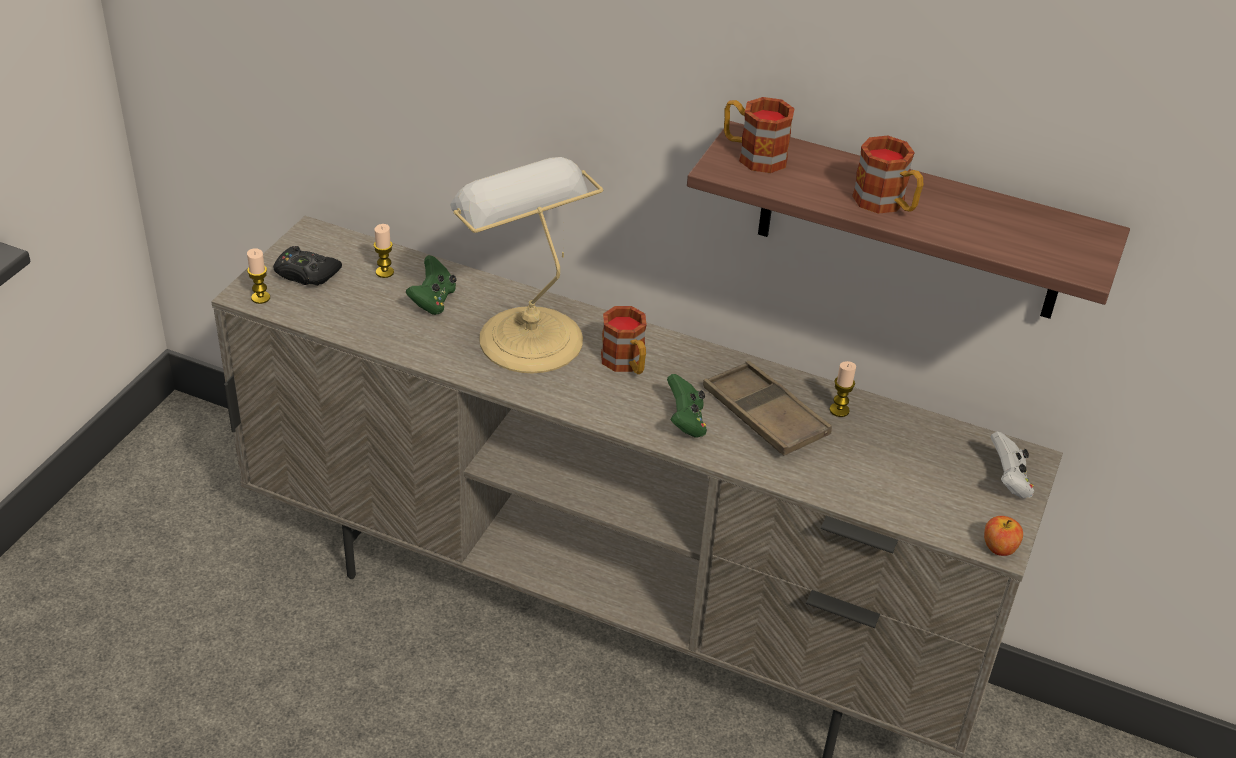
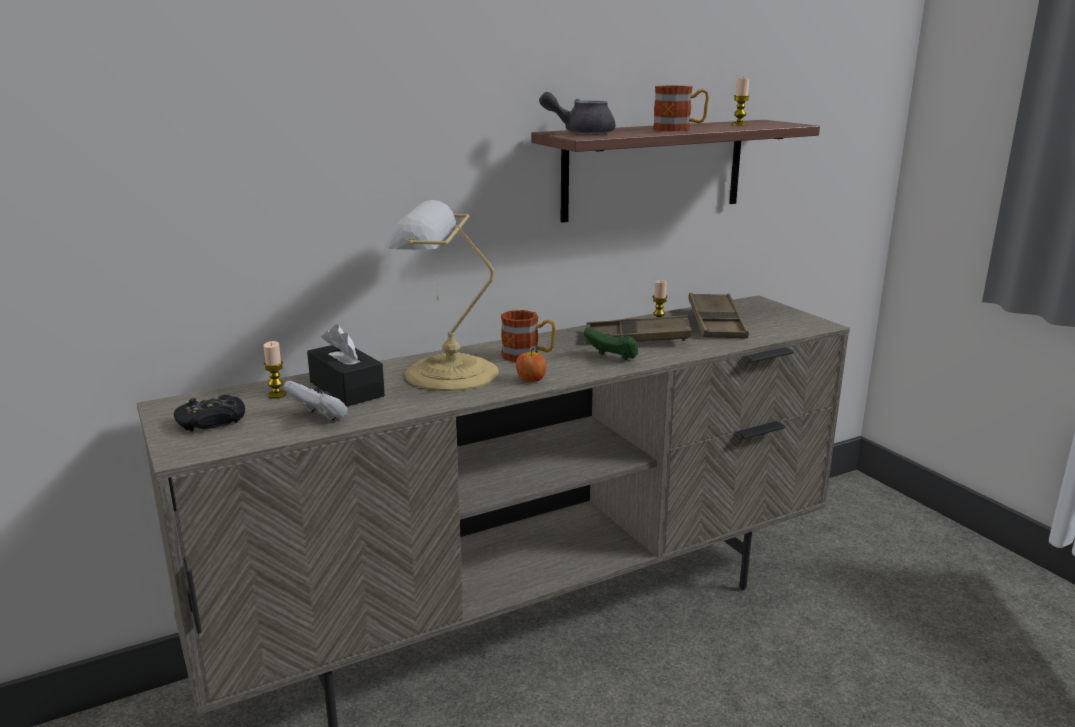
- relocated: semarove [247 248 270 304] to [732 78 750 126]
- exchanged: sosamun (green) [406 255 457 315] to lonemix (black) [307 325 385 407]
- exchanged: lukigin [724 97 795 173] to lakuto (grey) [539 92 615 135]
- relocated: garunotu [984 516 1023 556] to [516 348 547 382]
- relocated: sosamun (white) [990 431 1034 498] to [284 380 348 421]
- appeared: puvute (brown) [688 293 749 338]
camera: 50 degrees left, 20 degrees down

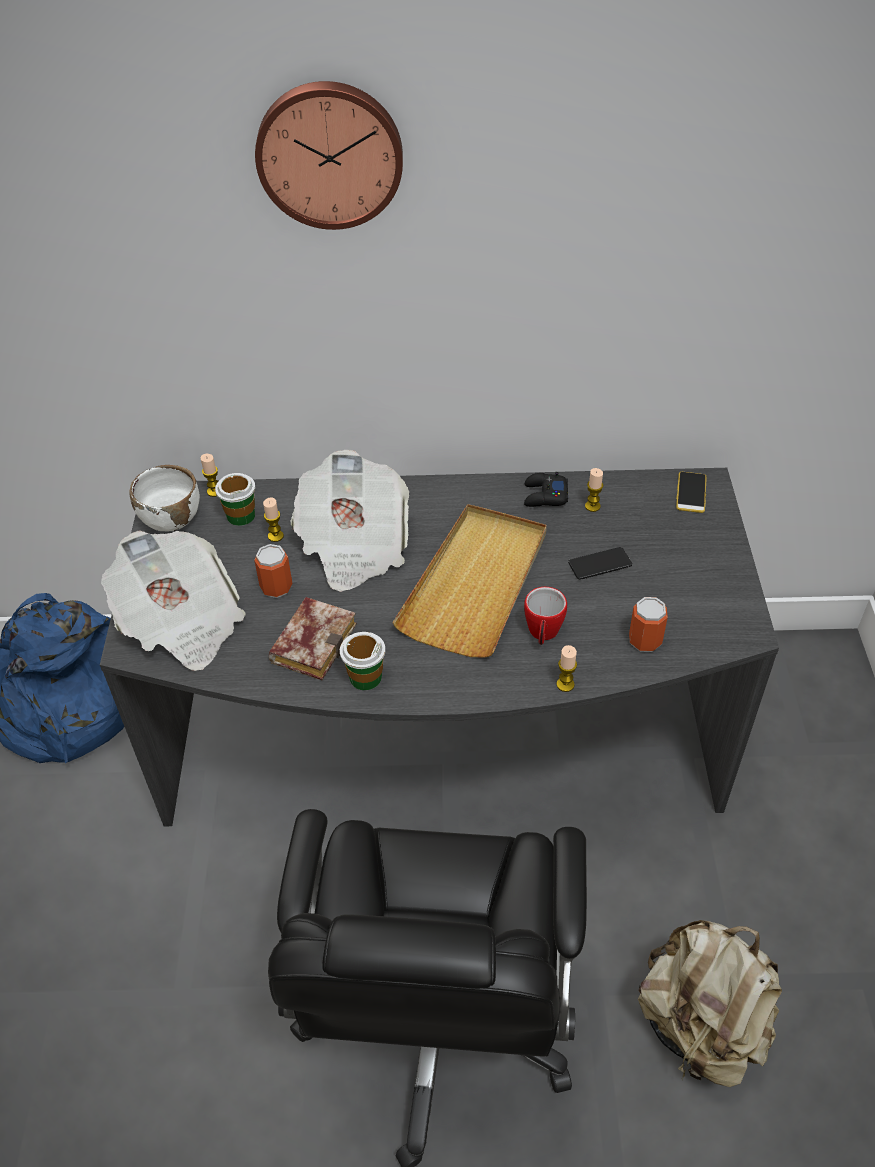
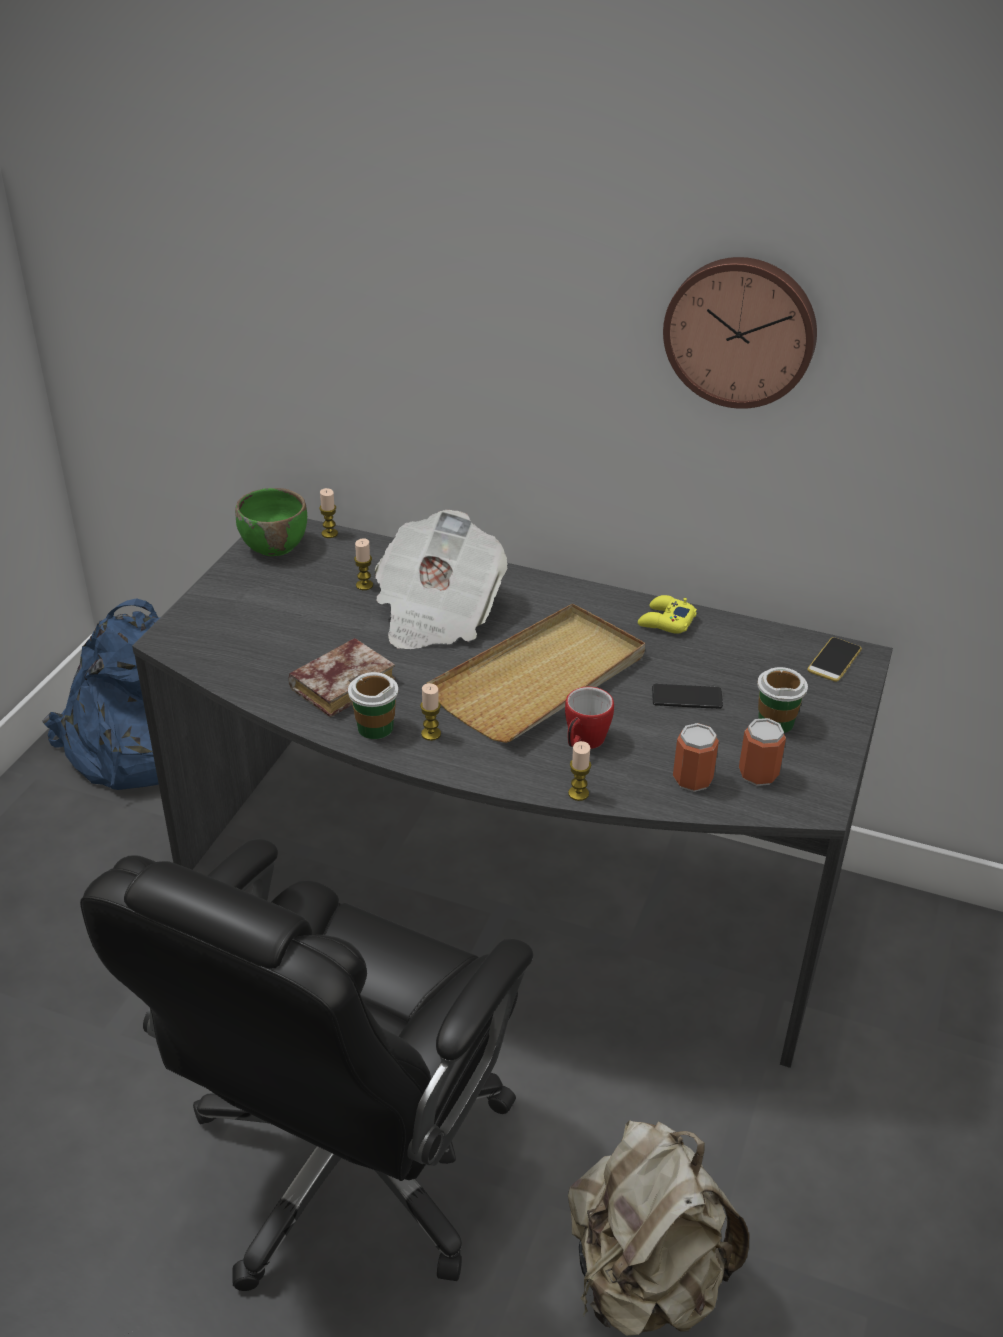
- missing: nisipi [101 530 246 671]
- colour: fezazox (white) [129 465 200 532] to fezazox (green) [235 488 307 556]
- relocated: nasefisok [215 473 255 526] to [757 667 808 733]
- relocated: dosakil [254 544 292 598] to [739 718 786 786]
- relocated: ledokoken [255 81 403 230] to [663 257 817 409]
- colour: sosamun (black) [524 472 568 507] to sosamun (yellow) [638 595 697 634]
- relocated: semarove [585 468 603 512] to [420 683 441 741]
camera: 20 degrees right, 10 degrees down

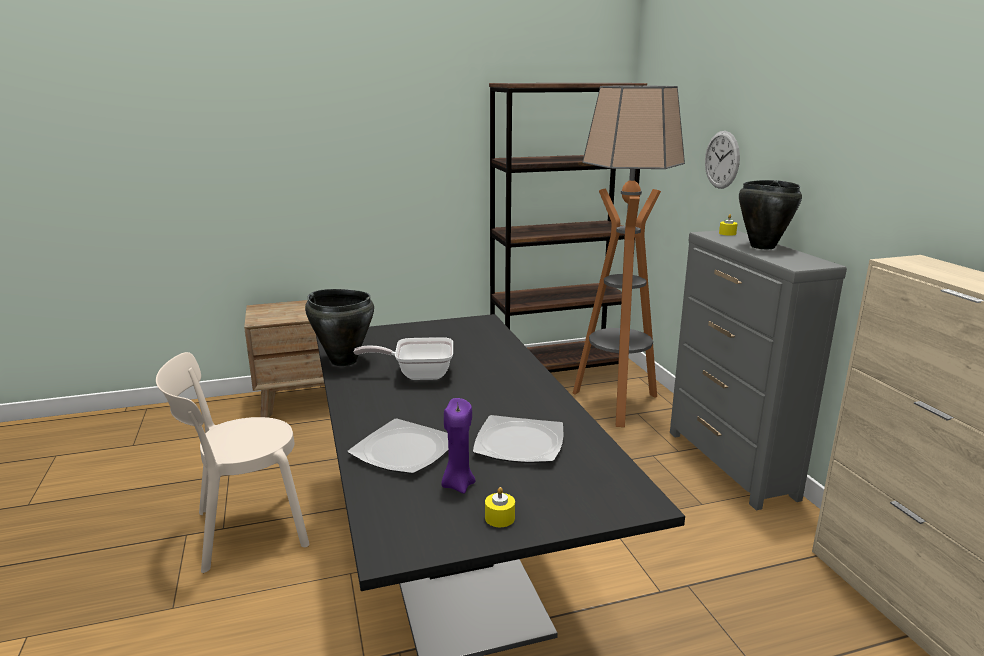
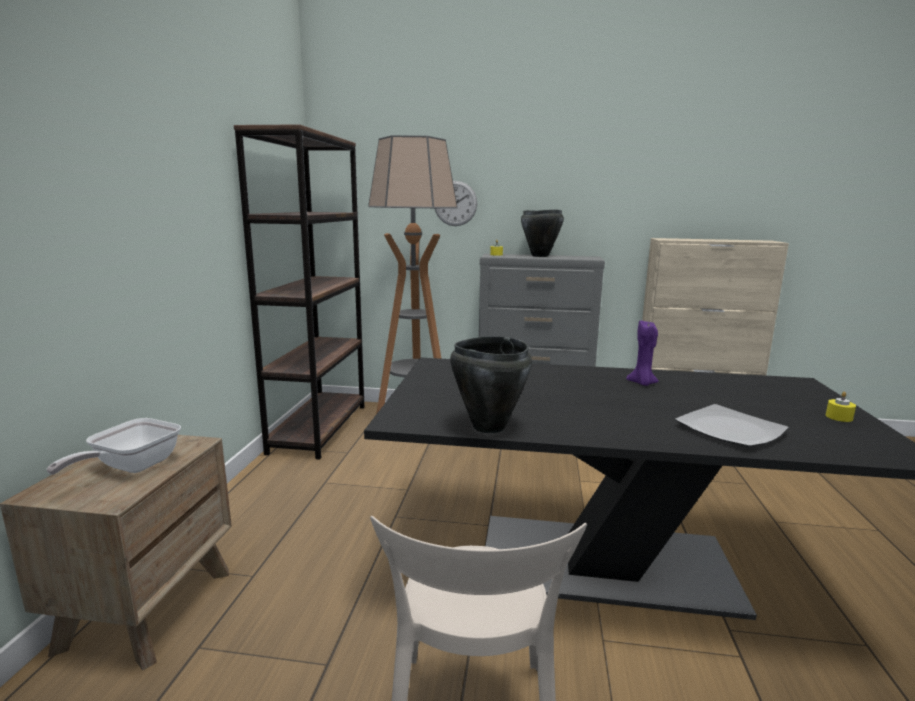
- relocated: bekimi [354 337 453 380] to [46 418 181 475]
- relocated: semarove (purple) [441 398 475 494] to [626 321 659 386]
- missing: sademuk [473 415 564 463]
camera: 65 degrees left, 5 degrees down

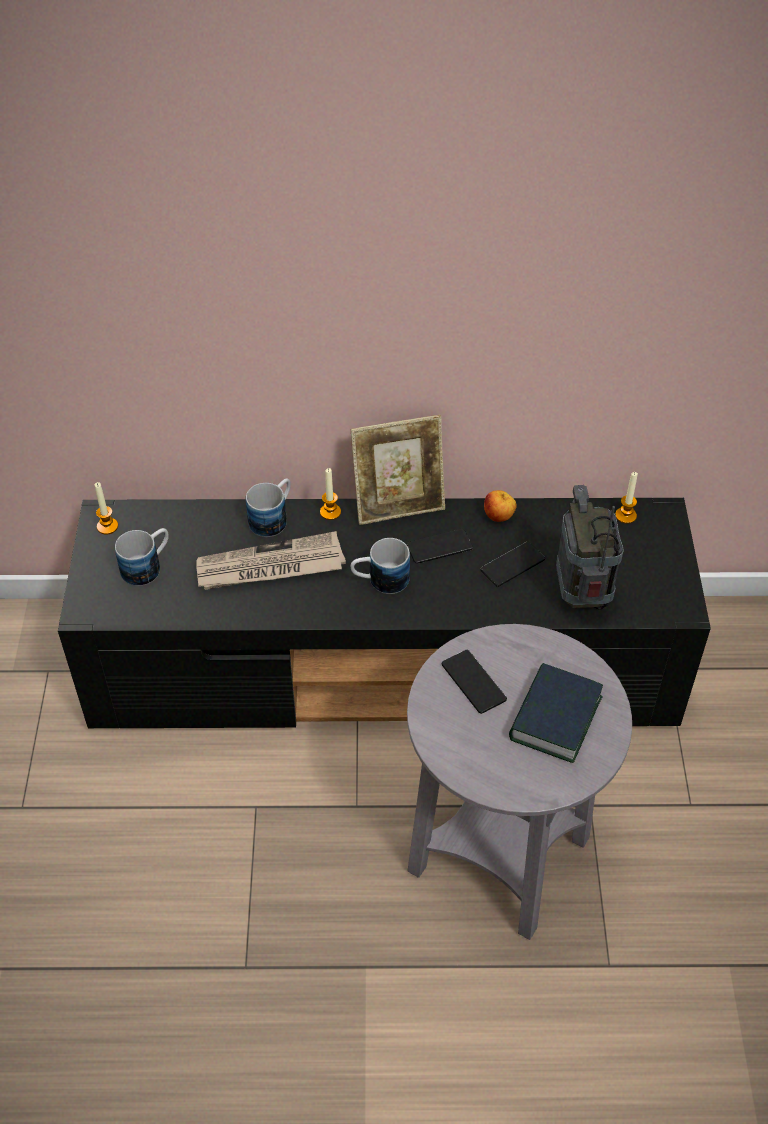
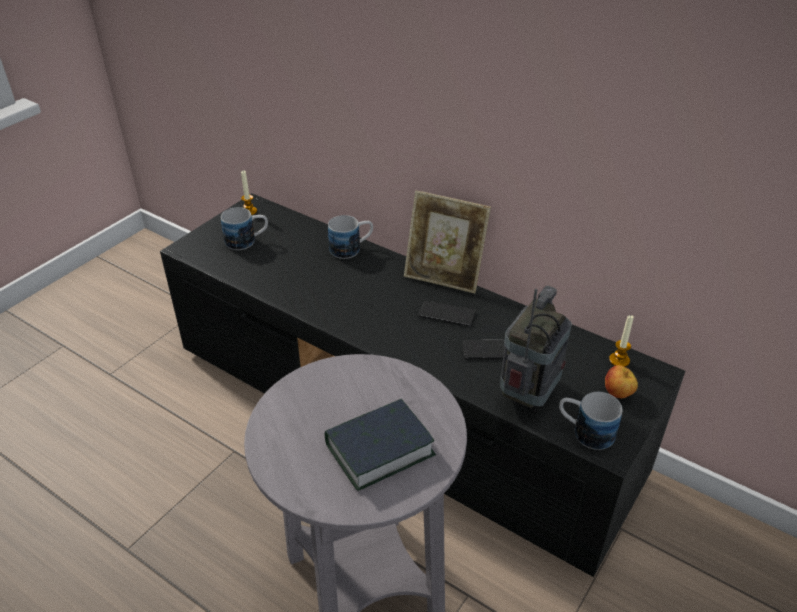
- missing: nisipi [197 531 346 590]
- missing: semarove [320 468 341 520]
- relocated: lukigin [351 538 410 594] to [559 392 623 450]
- missing: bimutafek [442 650 507 714]
- relocated: garunotu [484 490 517 522] to [605 365 638 398]
camera: 35 degrees right, 10 degrees down

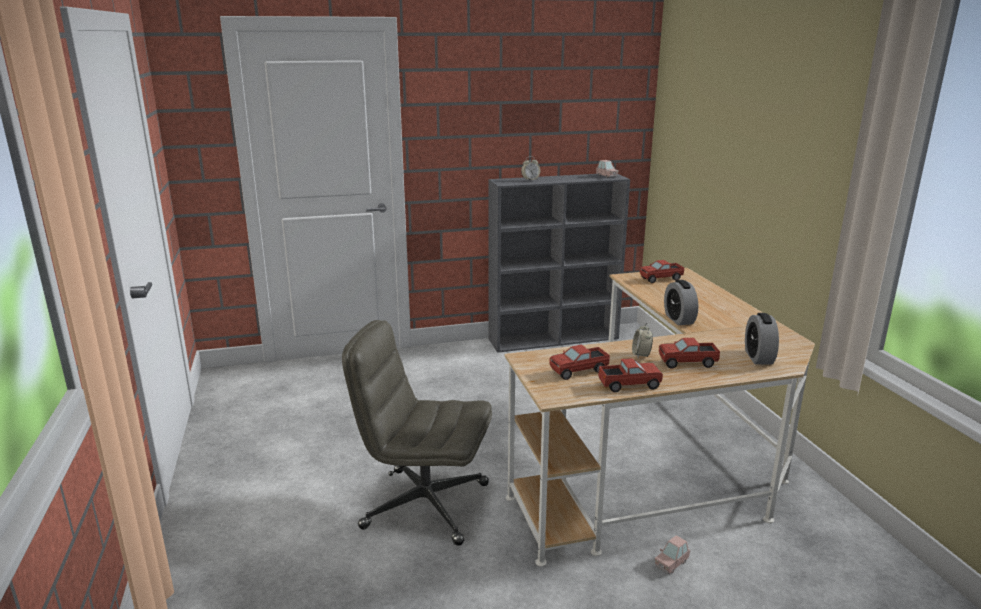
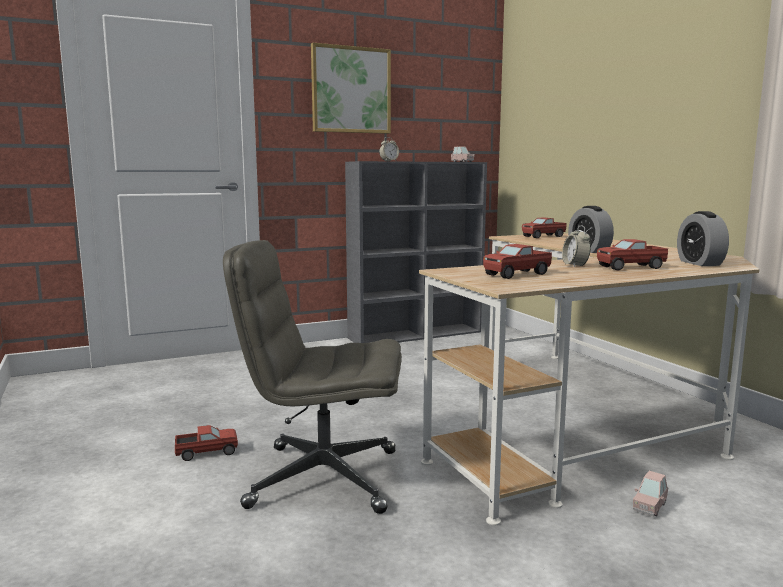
- relocated: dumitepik [598 358 663 392] to [175 425 238 461]
- appeared: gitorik [311 43 391 134]
camera: 10 degrees left, 10 degrees down

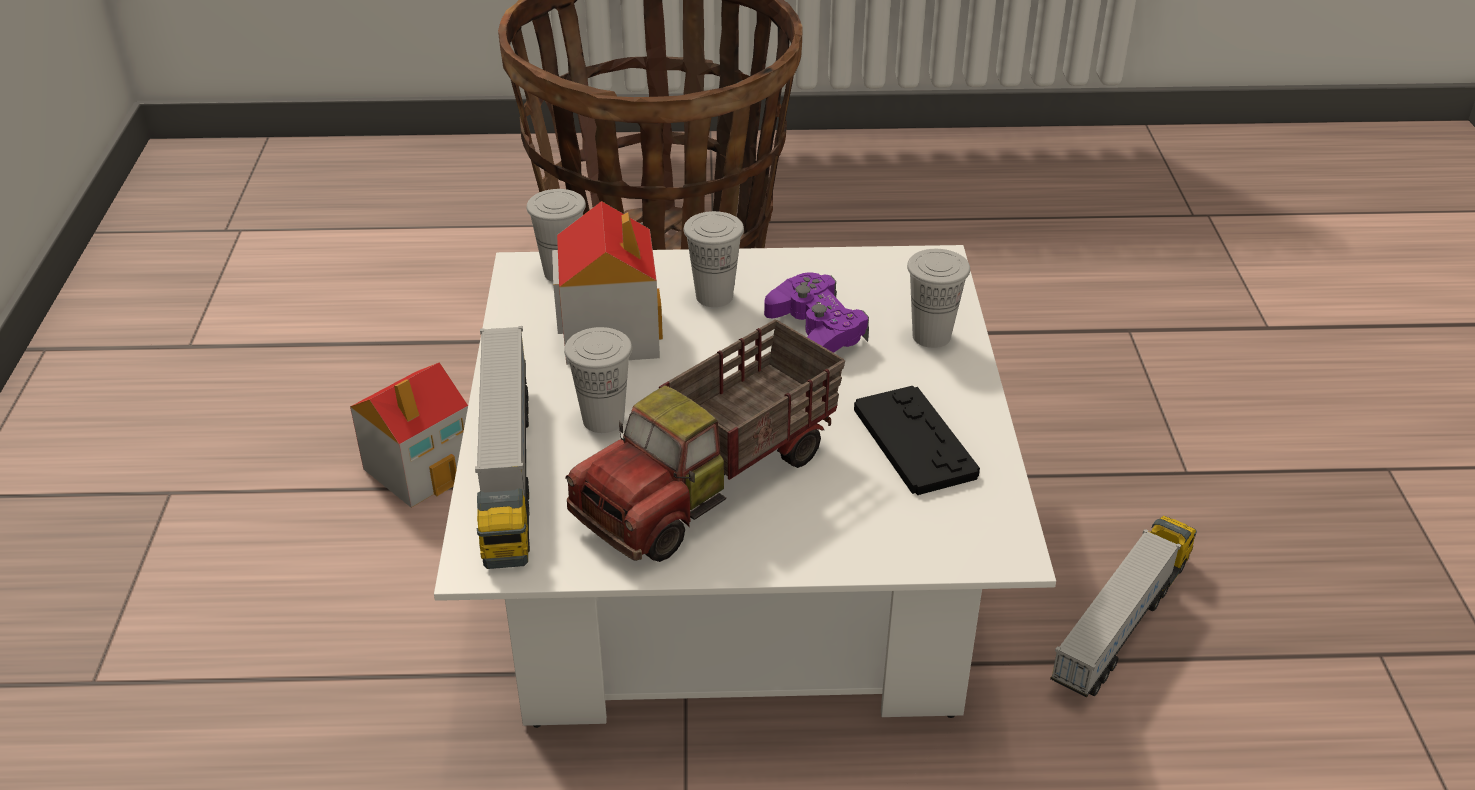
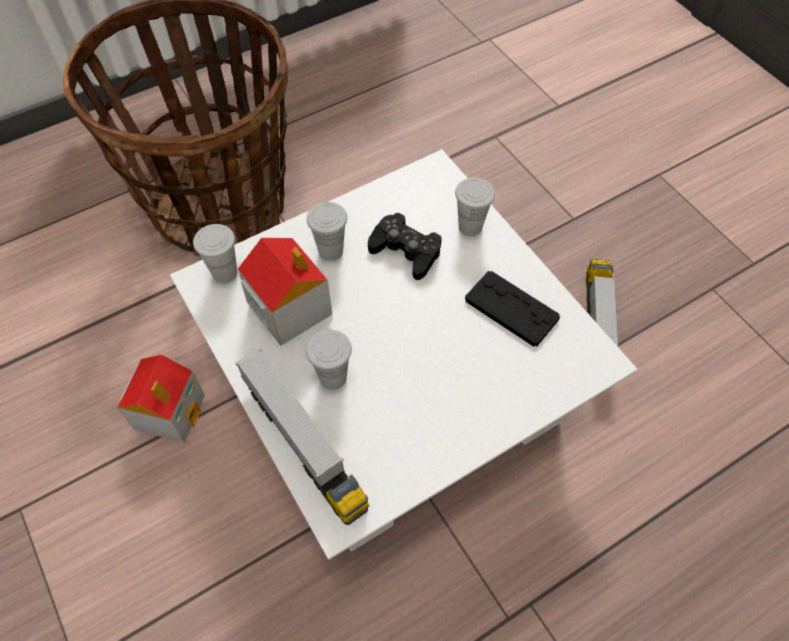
- missing: dumitepik [565 319 846 562]
- colour: sosamun (purple) [764 272 869 353] to sosamun (black) [368 213 442 280]
camera: 30 degrees left, 20 degrees up

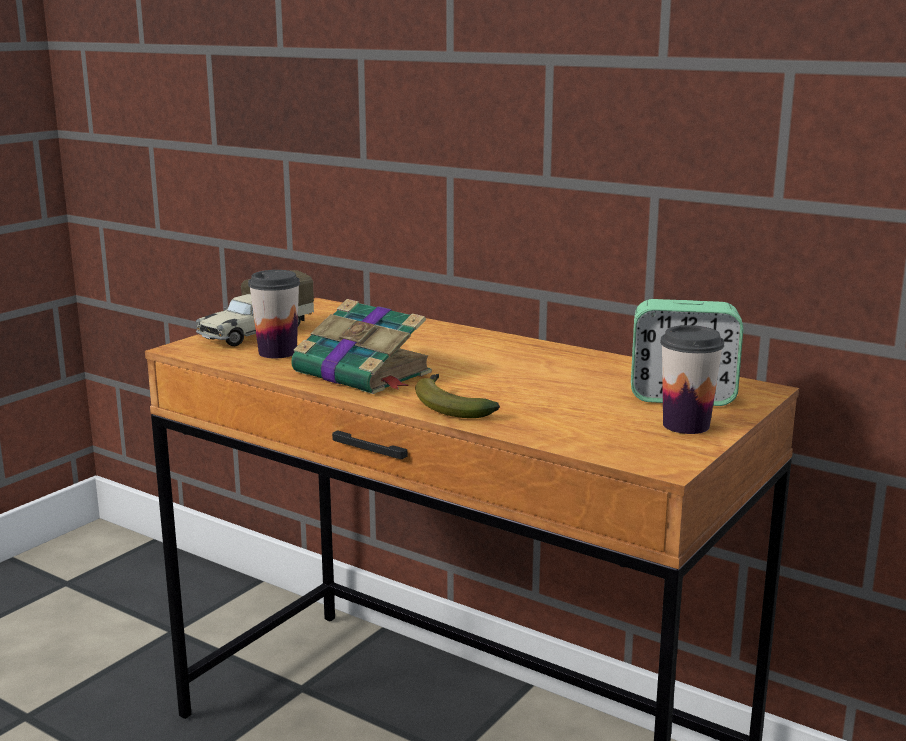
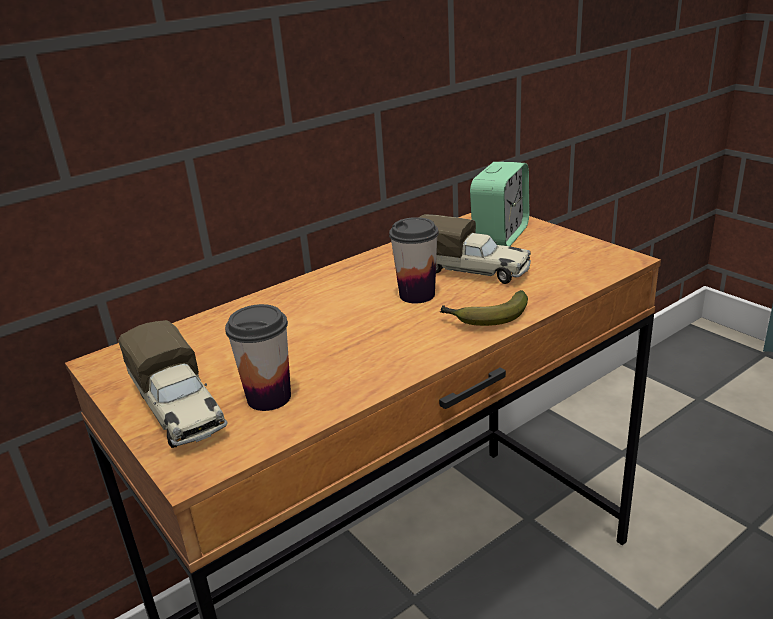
- missing: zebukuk [291 299 432 394]
- relocated: nasefisok [660 325 724 434] to [389 217 439 303]
- appeared: dumitepik [420 214 531 284]
camera: 70 degrees left, 10 degrees up

